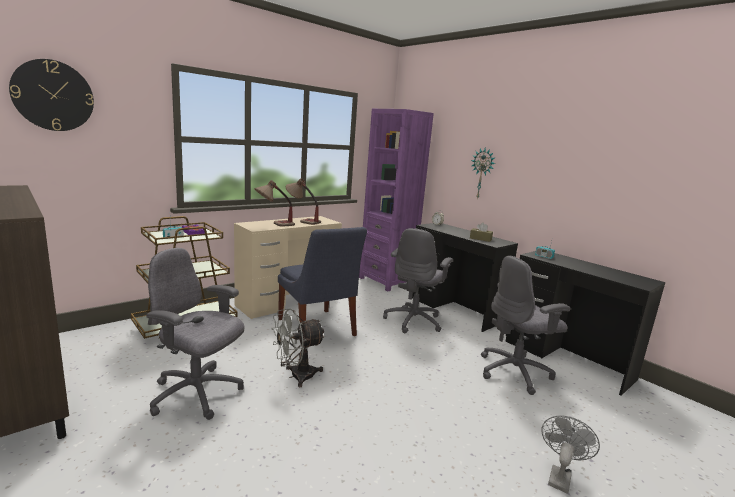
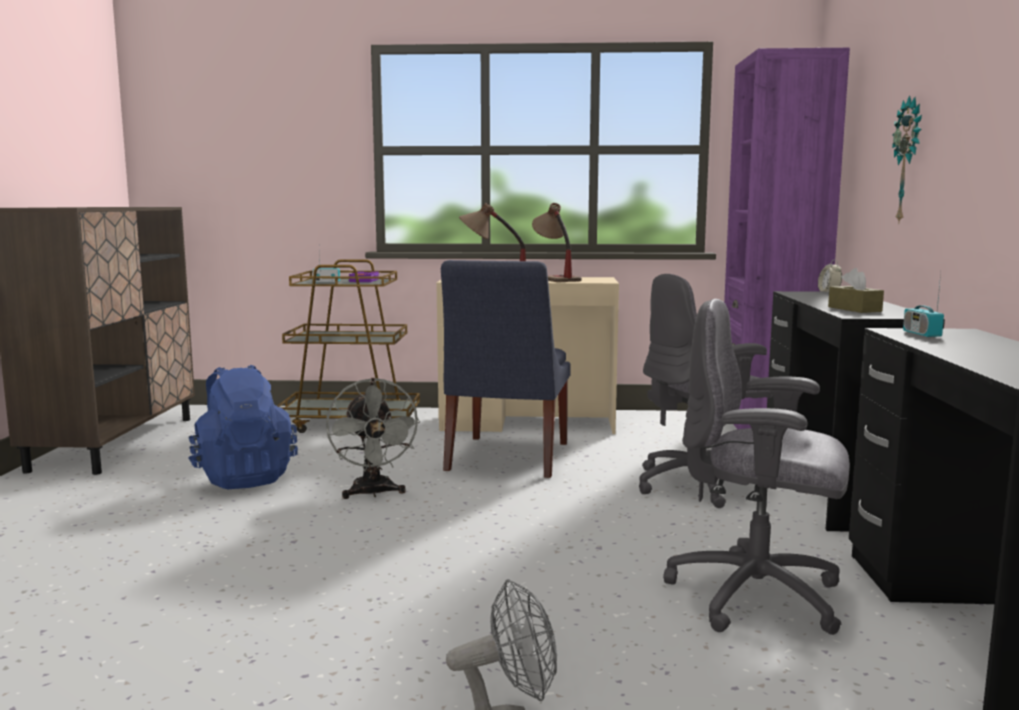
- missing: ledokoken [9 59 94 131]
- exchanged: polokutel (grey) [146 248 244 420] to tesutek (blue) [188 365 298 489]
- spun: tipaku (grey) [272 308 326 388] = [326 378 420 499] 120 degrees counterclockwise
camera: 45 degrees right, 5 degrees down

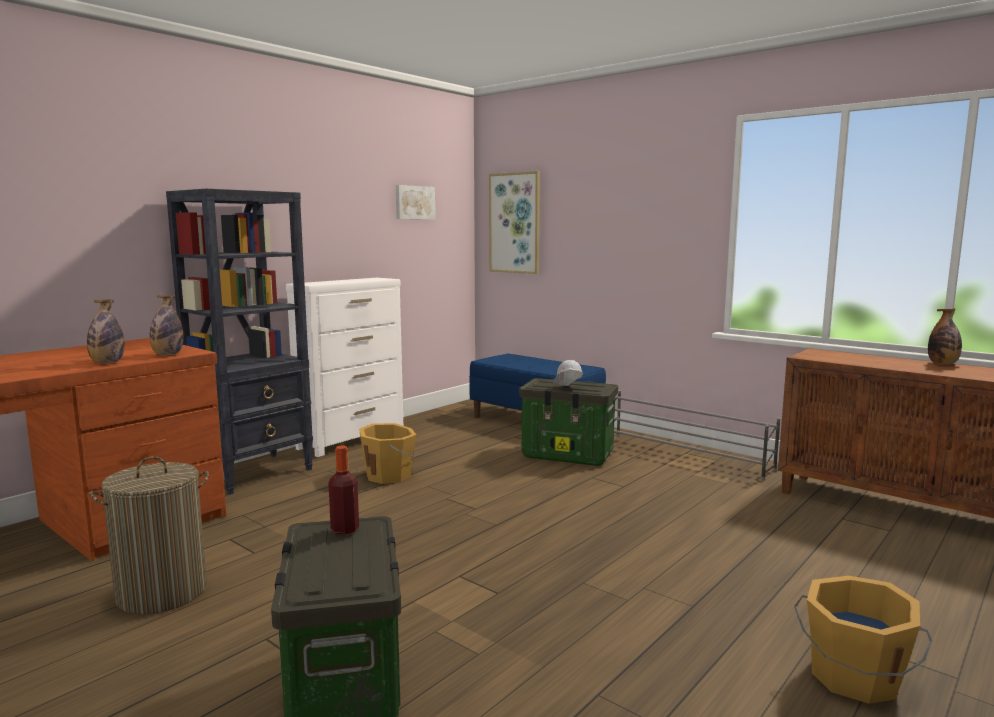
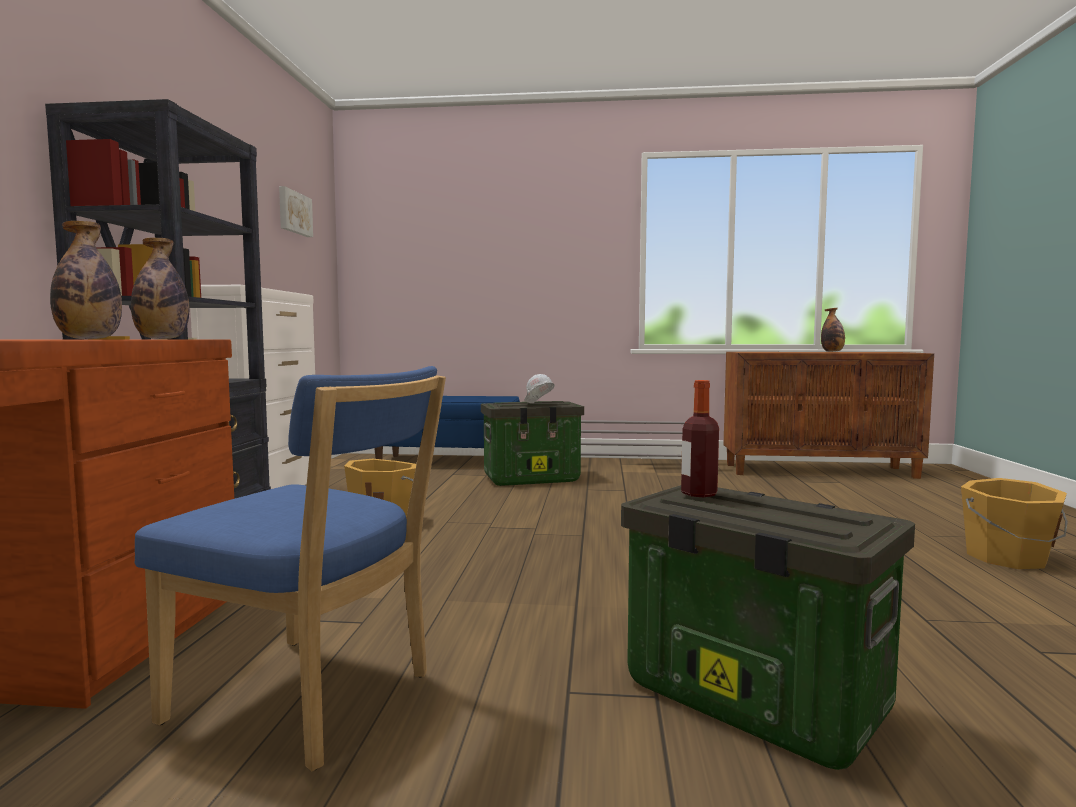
- exchanged: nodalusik [89 456 209 614] to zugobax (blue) [135 366 446 771]
- missing: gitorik [489 171 540 274]
camera: 35 degrees left, 5 degrees down

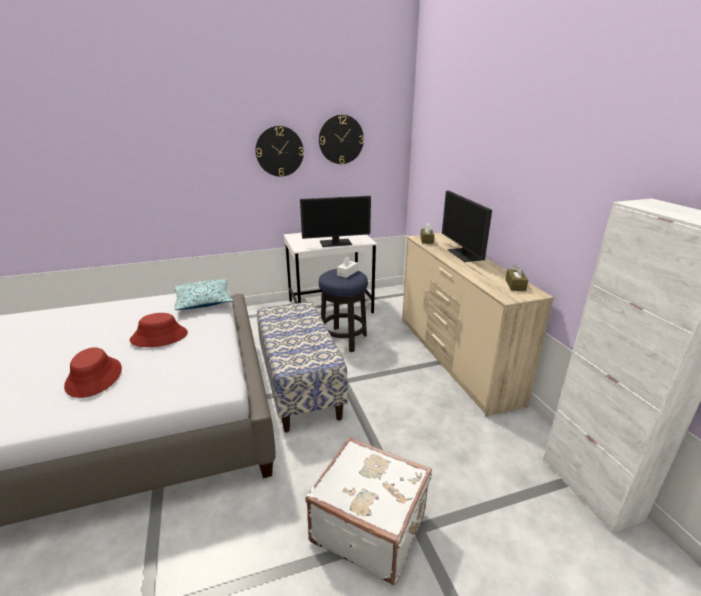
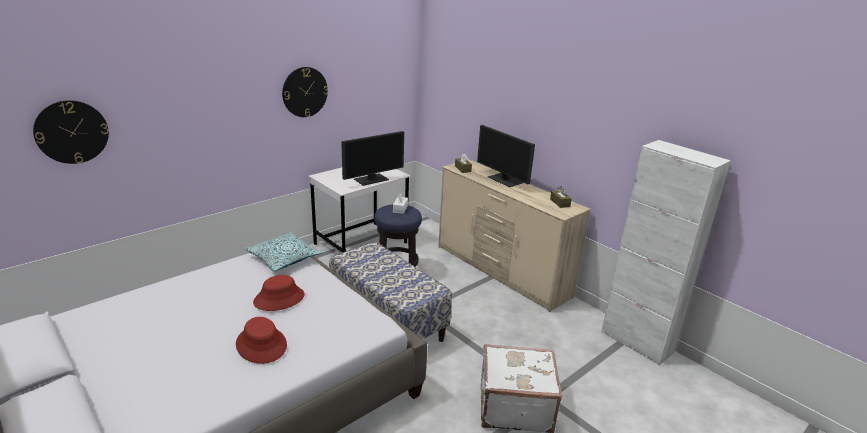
- relocated: ledokoken [319 115 364 164] to [33 100 109 164]
camera: 25 degrees left, 0 degrees up

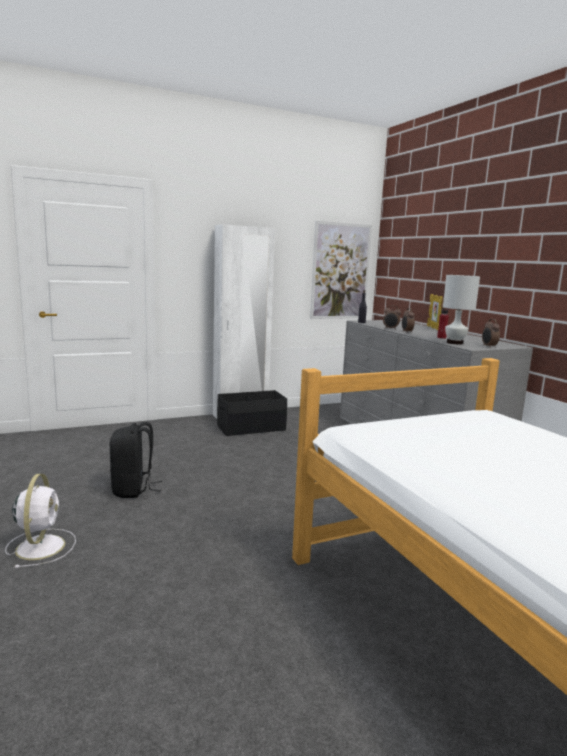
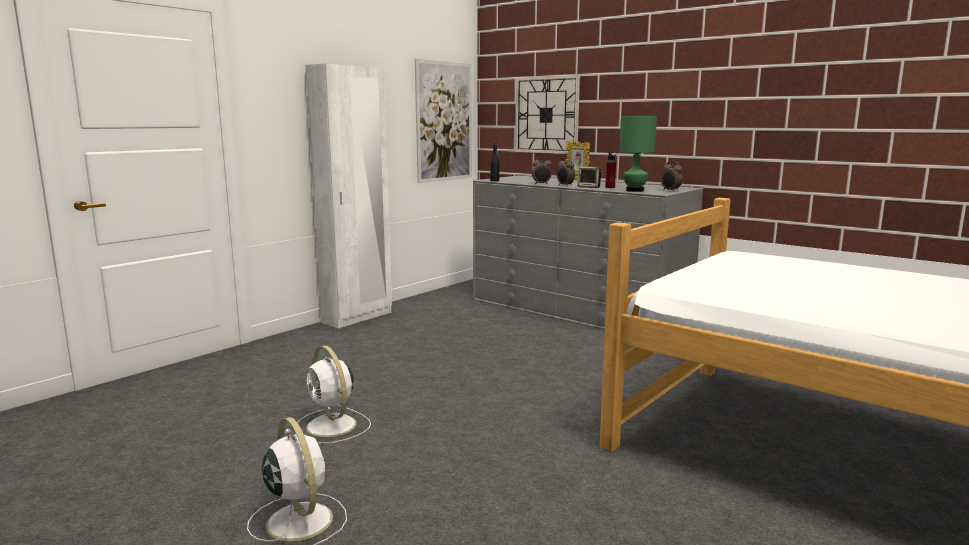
- exchanged: tesutek (black) [110 422 162 498] to tipaku (white) [297 346 371 444]
- missing: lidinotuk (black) [217 390 287 436]
- colour: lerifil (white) [443 275 480 345] to lerifil (green) [619 116 657 192]
- appeared: ledokoken [515 75 580 154]
- appeared: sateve [577 166 602 188]
camera: 25 degrees left, 0 degrees up

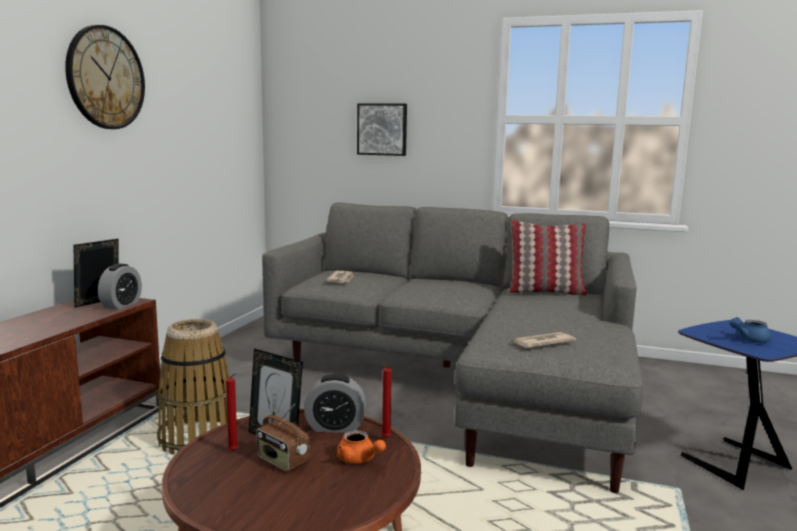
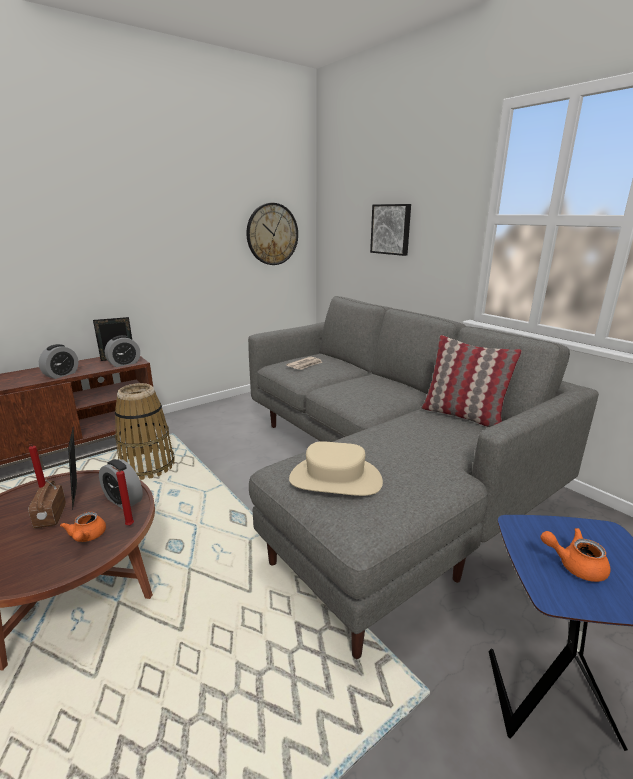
- relocated: ledokoken [65 25 145 129] to [246 203 298 265]
- exchanged: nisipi [512 332 576 348] to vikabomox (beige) [289 441 383 496]
- colour: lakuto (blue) [729 317 771 343] to lakuto (orange) [540 528 610 582]
- appeared: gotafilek [39 344 78 379]
camera: 35 degrees right, 10 degrees up

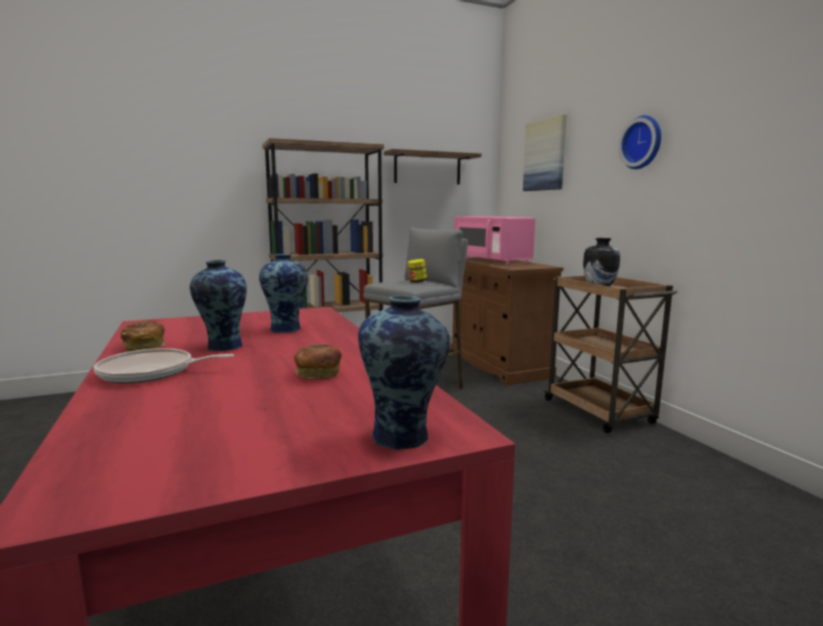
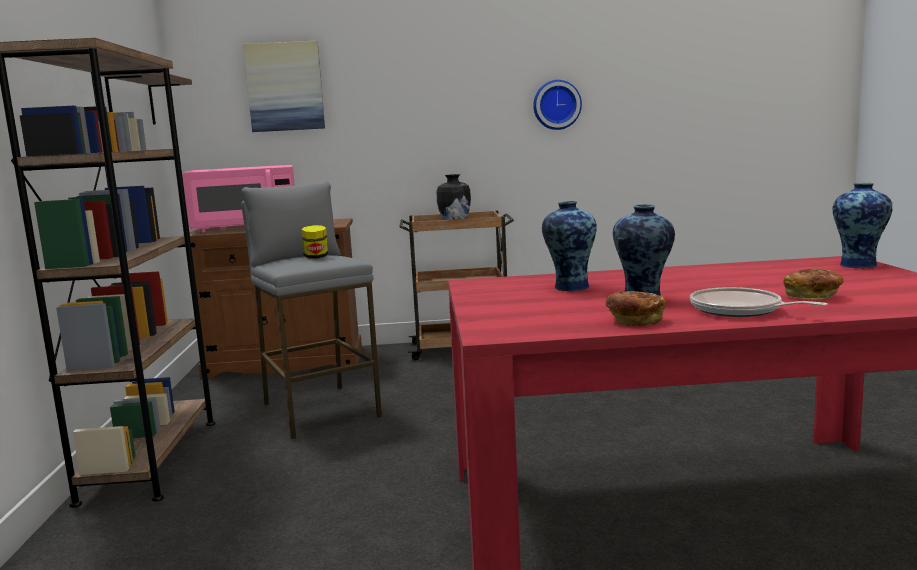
- spun: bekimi [94 348 234 383] = [690 287 828 317] 120 degrees clockwise
- relocated: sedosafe [294 344 342 379] to [783 268 844 300]
- relocated: ledokoken [618 115 661 169] to [533 80 582 130]
camera: 70 degrees left, 0 degrees up

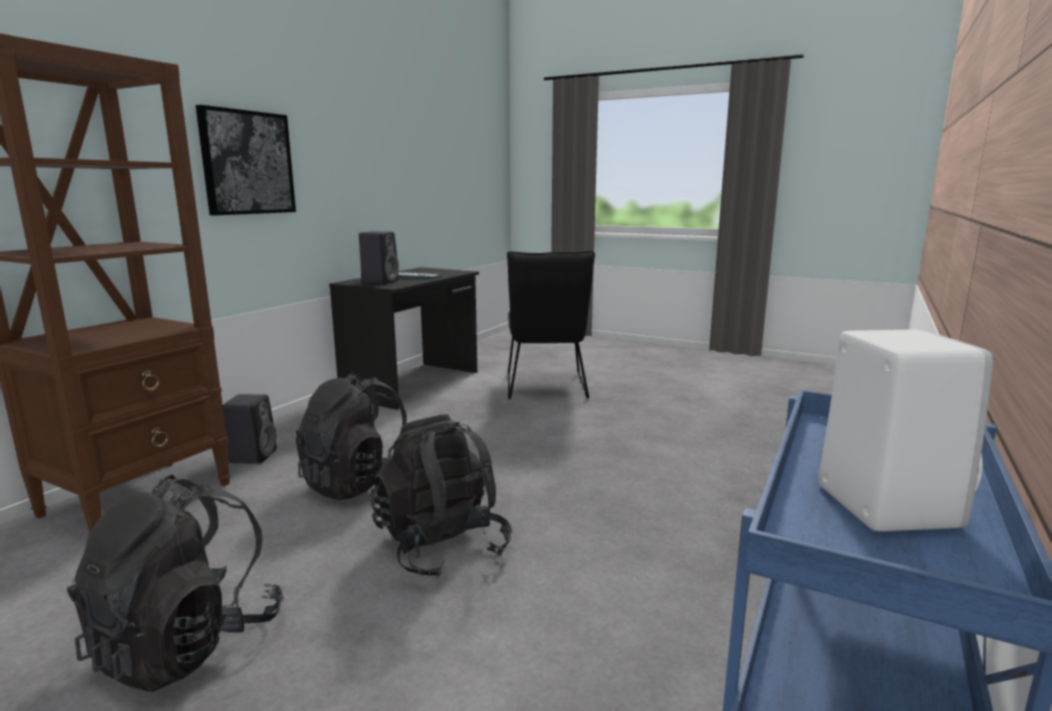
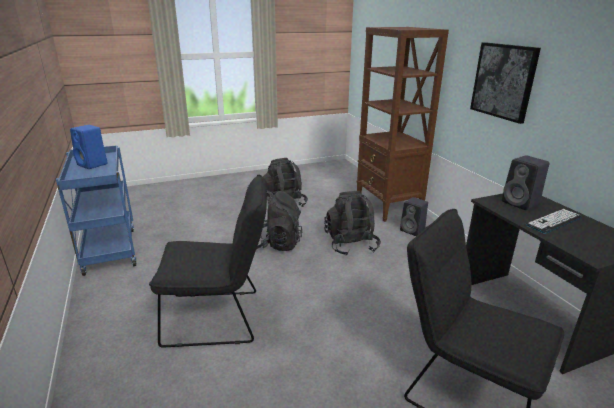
- colour: sateve (white) [819 329 993 531] to sateve (blue) [70 125 108 169]
- appeared: zugobax (black) [149 175 267 348]
camera: 130 degrees right, 10 degrees up

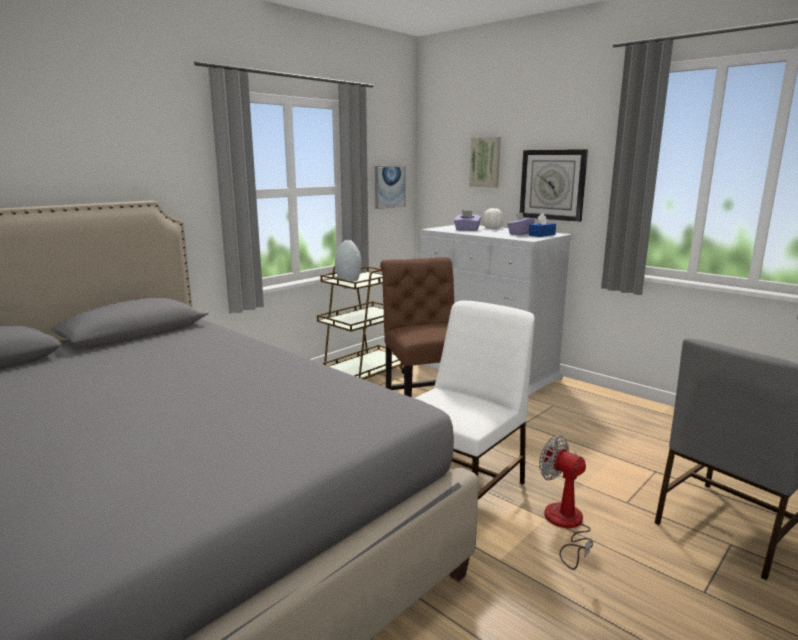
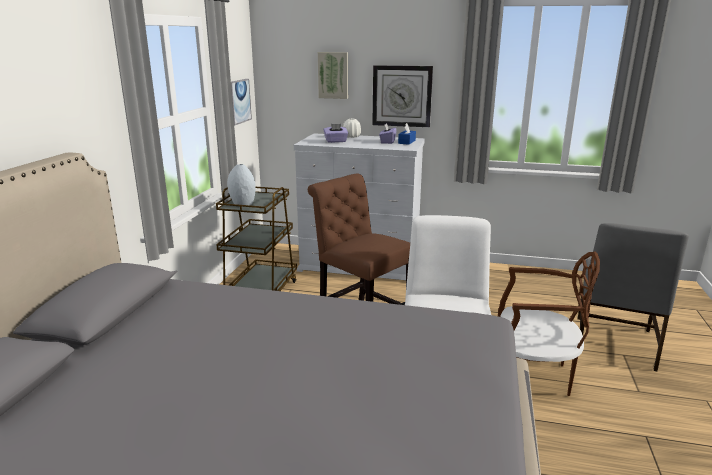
- exchanged: tipaku [539 435 593 570] to zugobax (brown) [498 252 600 396]
camera: 30 degrees left, 5 degrees up

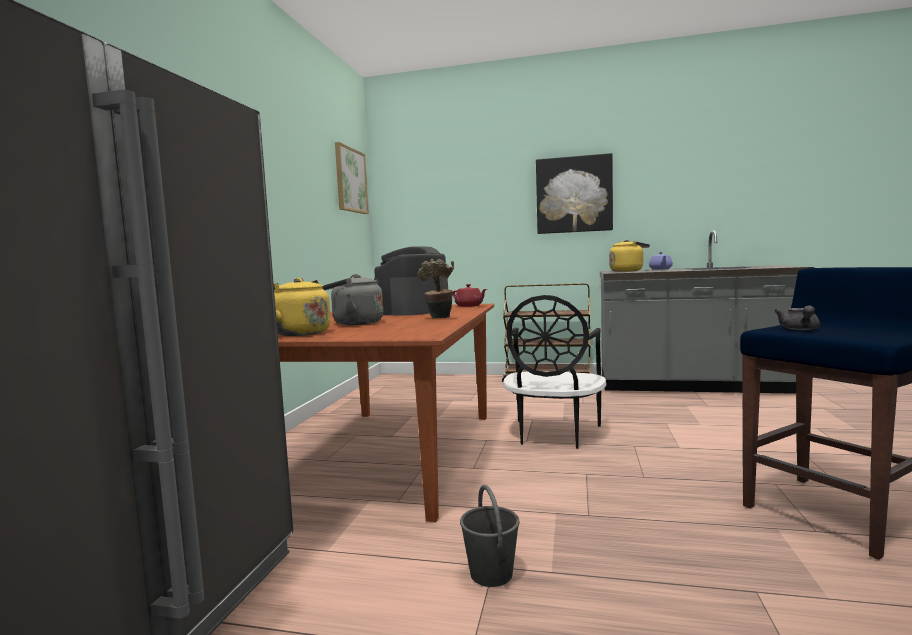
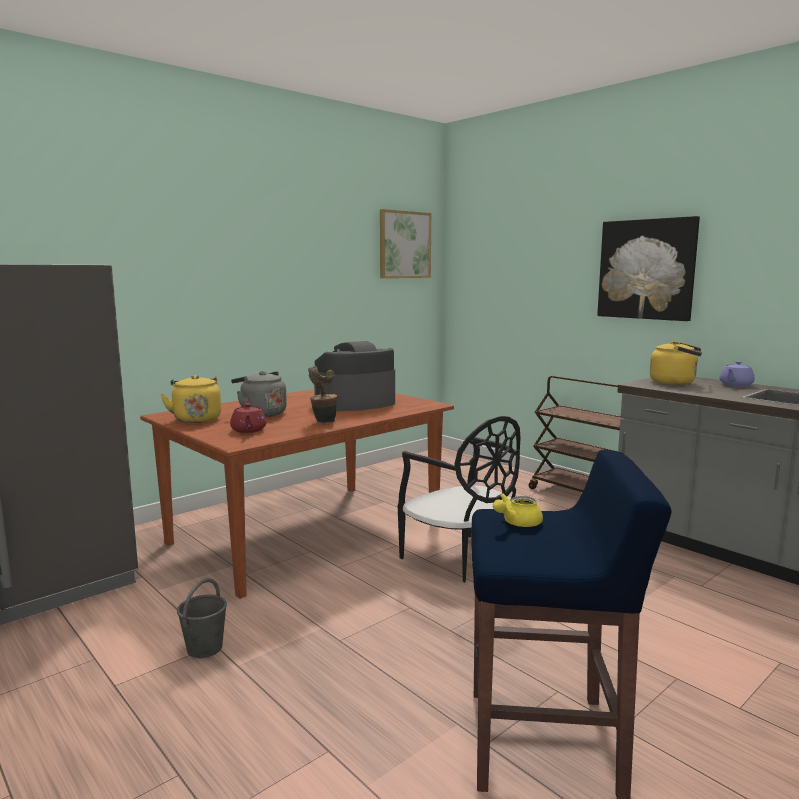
- relocated: lakuto (red) [453 284 487 307] to [230 403 266 433]
- spun: zugobax (black) [503 295 607 449] = [398 416 520 582] 90 degrees counterclockwise
- colour: lakuto (grey) [774 305 820 330] to lakuto (yellow) [493 493 543 527]
camera: 35 degrees right, 5 degrees up

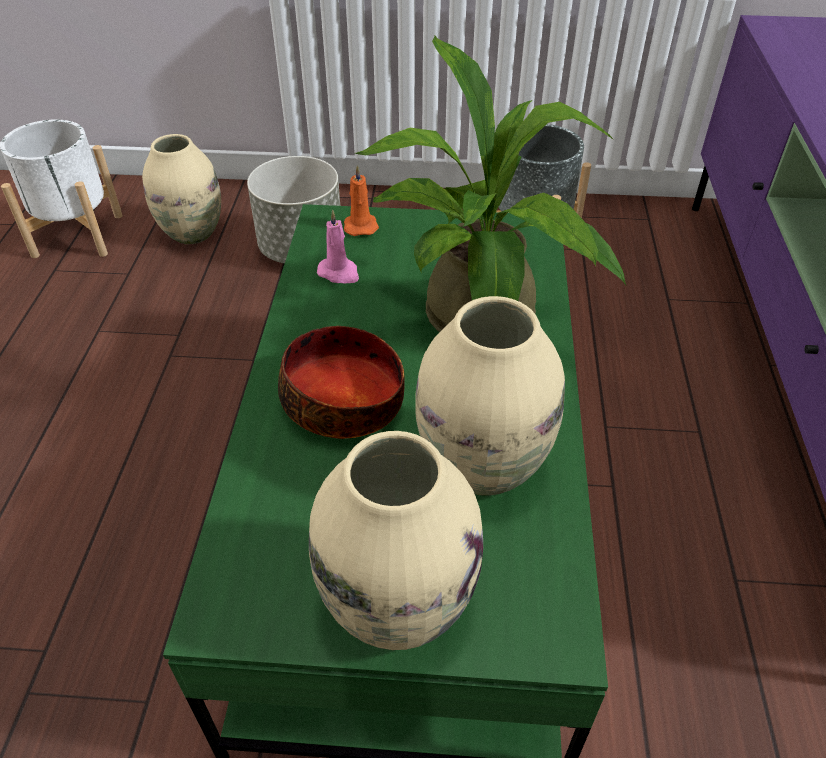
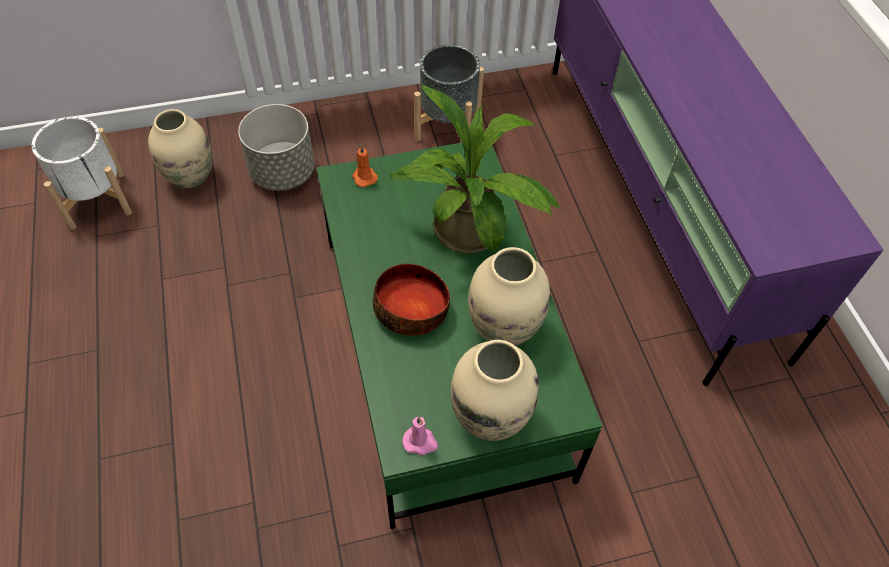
- relocated: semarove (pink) [317 209 359 283] to [402 417 438 455]
camera: 20 degrees left, 10 degrees up

